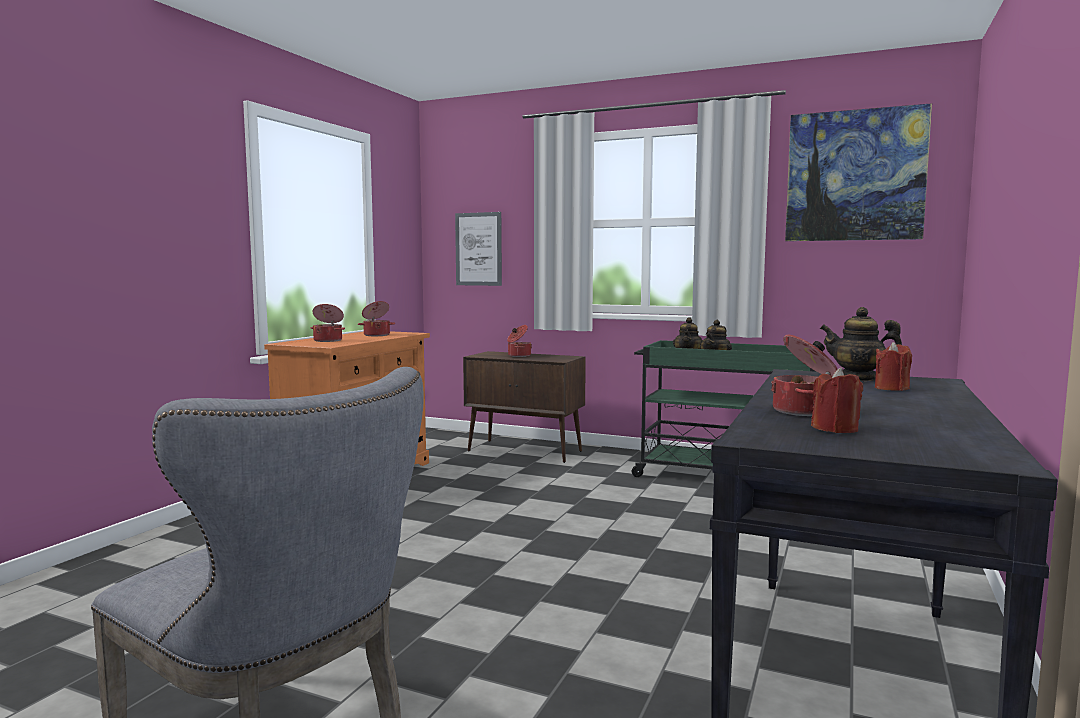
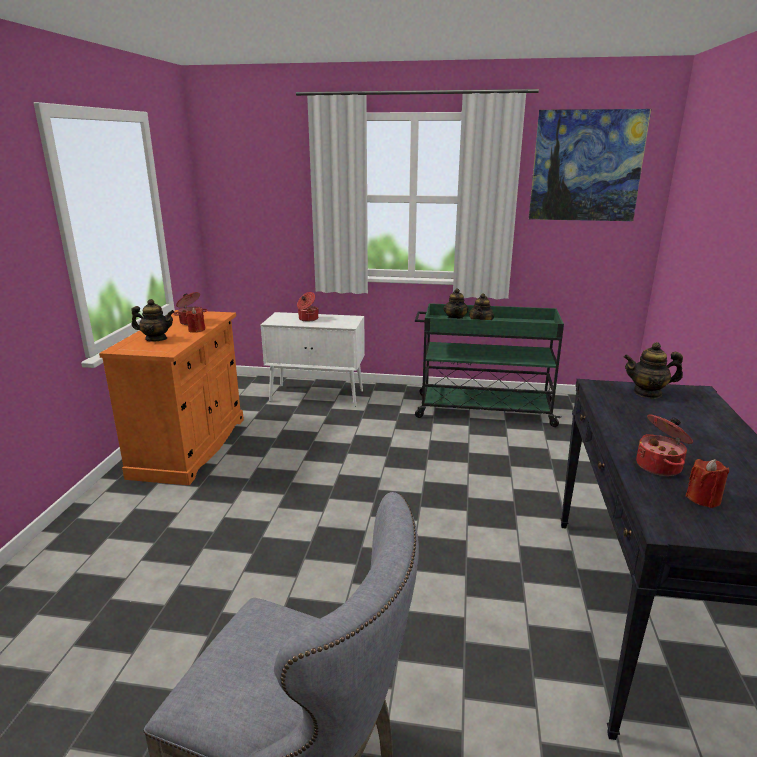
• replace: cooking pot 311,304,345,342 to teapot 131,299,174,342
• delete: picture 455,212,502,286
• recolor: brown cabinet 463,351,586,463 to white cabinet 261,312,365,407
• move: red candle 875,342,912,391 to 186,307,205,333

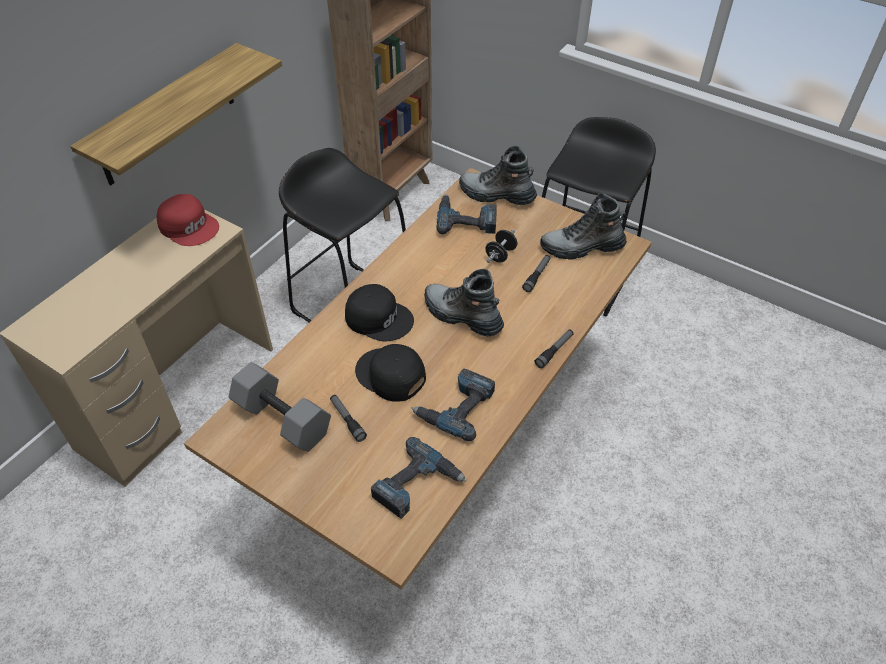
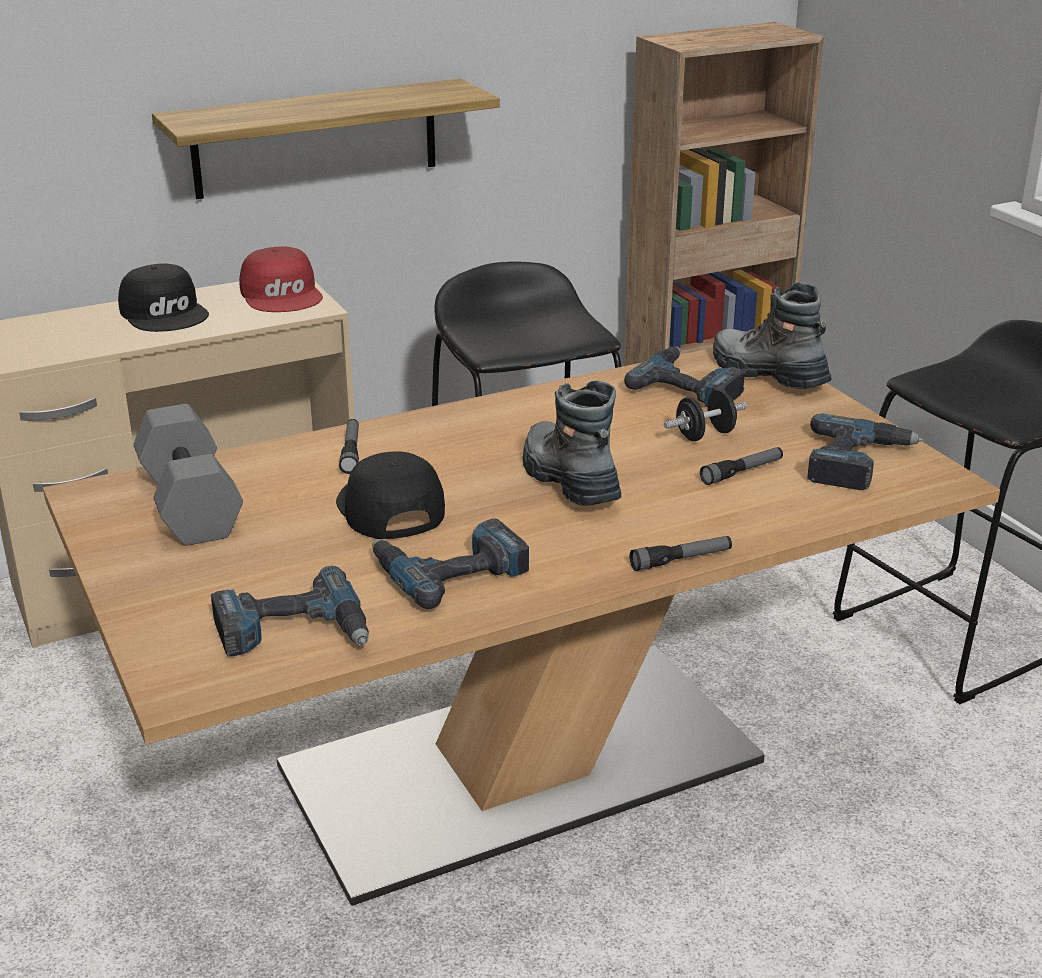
• move: flashlight 330,395,367,442 to 339,419,359,474
• move: black cap 345,284,414,341 to 118,263,209,332
• replace: boot 540,193,627,260 to power drill 807,414,923,490

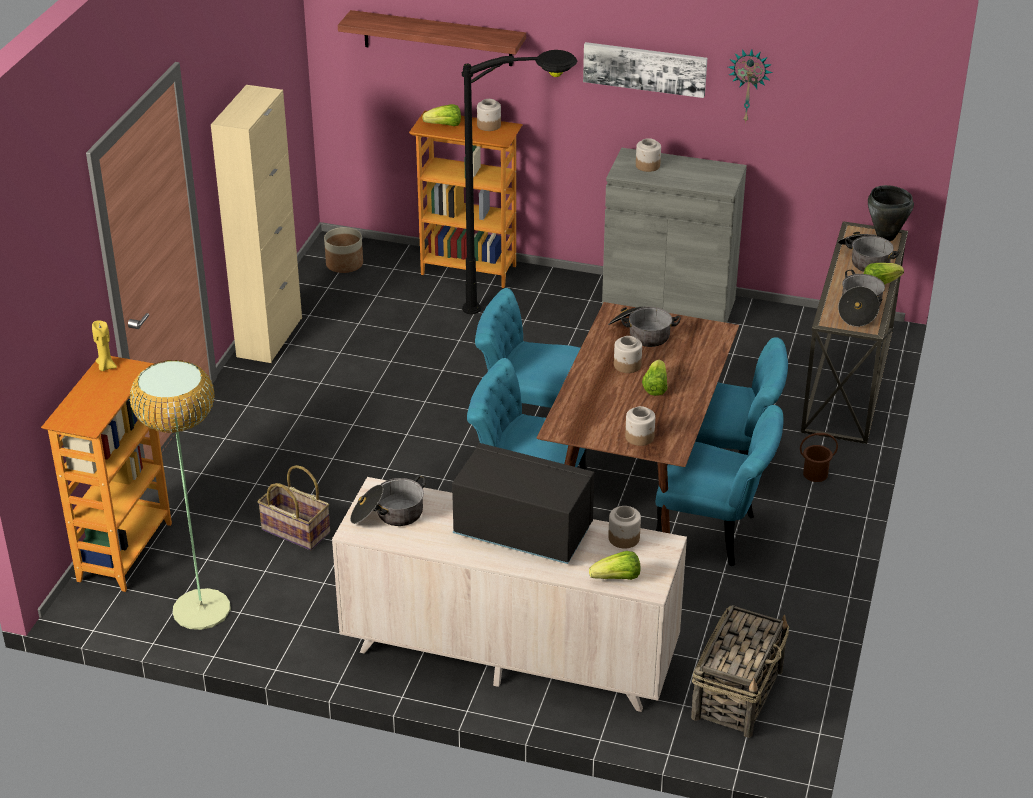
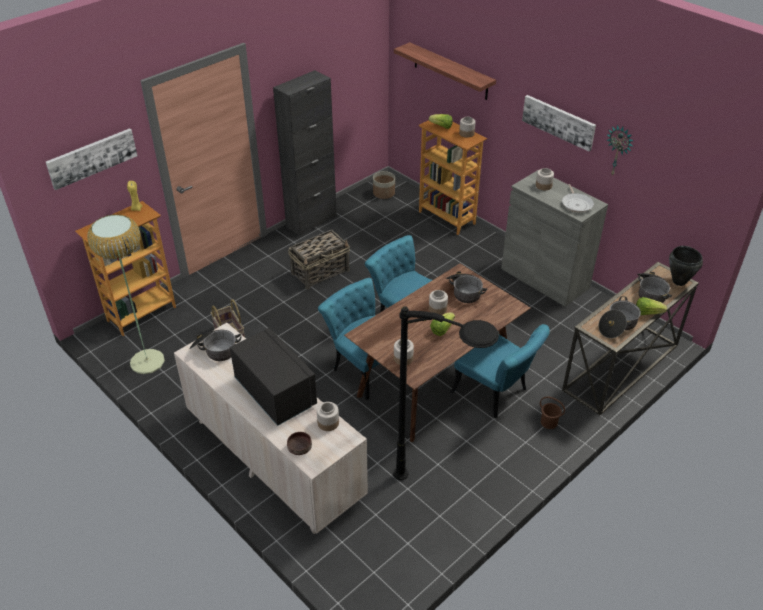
• recolor: beige cabinet 211,85,302,363 to black cabinet 273,70,337,236
• move: black floor lamp 462,50,577,314 to 393,306,499,480
• replace: lettuce 589,551,640,580 to brown bowl 287,432,312,455
• delete: turquoise chair 655,405,784,566
• move: basket 691,605,789,738 to 288,230,350,289
• insert: picture 46,128,137,190
• insert: frying pan 562,184,594,213

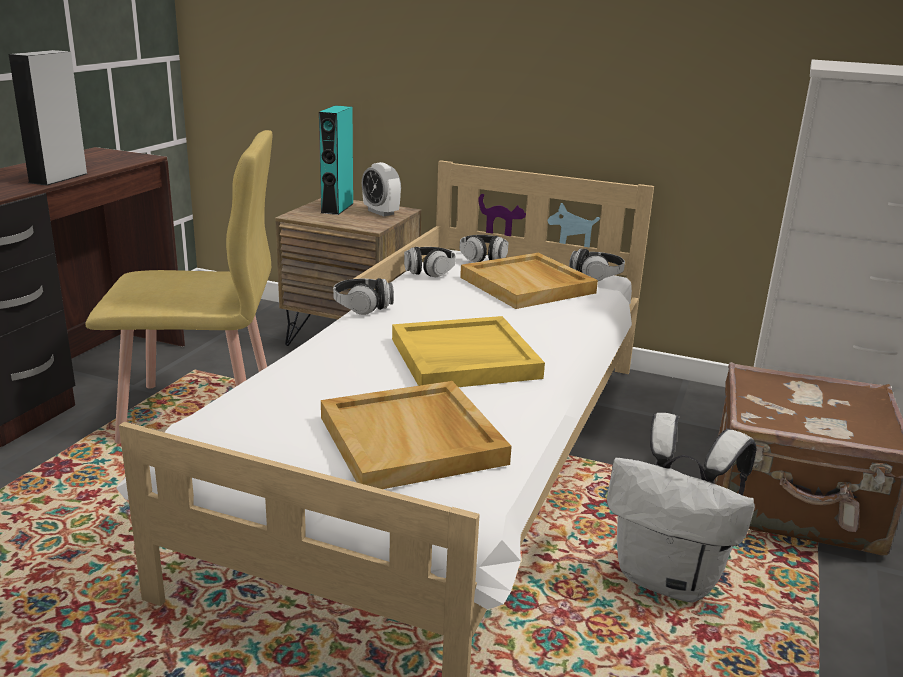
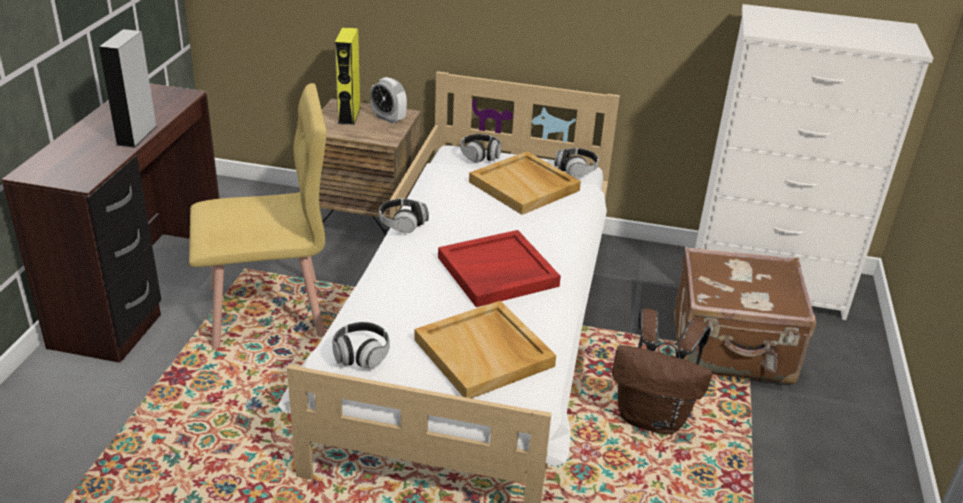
• recolor: turquoise speaker 319,105,354,215 to yellow speaker 335,27,360,125
• recolor: yellow tray 392,316,545,387 to red tray 438,230,561,307
• move: headphones 404,247,456,277 to 332,322,390,369
• recolor: white backpack 607,413,757,602 to brown backpack 612,309,712,435

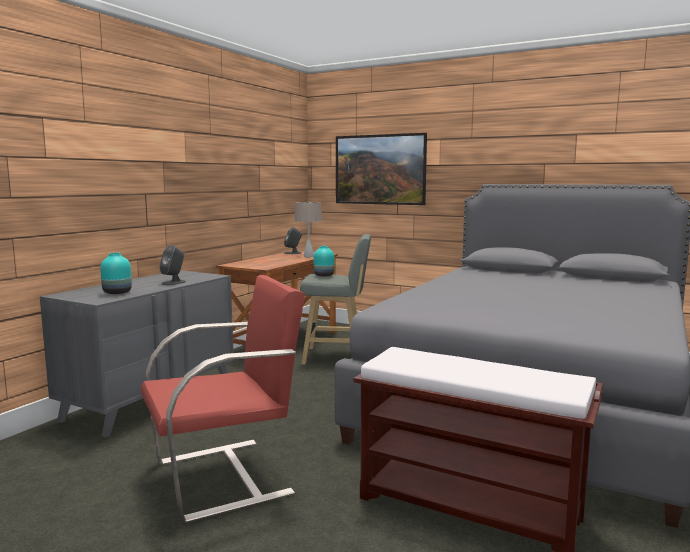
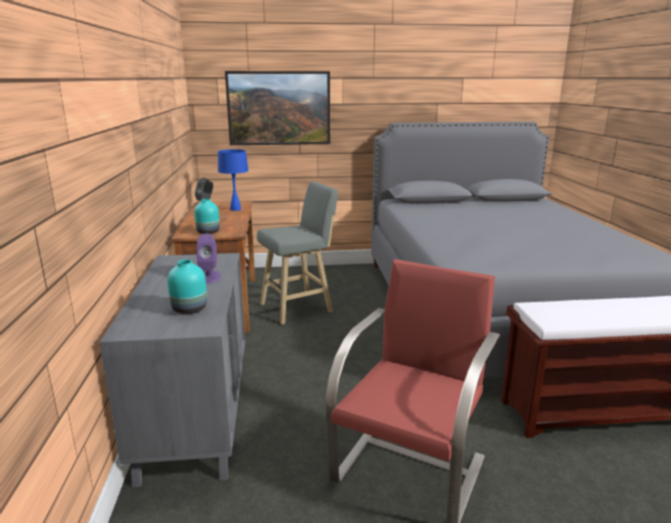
• recolor: grey speaker 159,245,186,285 to purple speaker 197,233,221,283
• recolor: beige table lamp 294,201,322,257 to blue table lamp 218,149,249,211
• move: turquoise vase 314,246,335,276 to 194,199,220,234

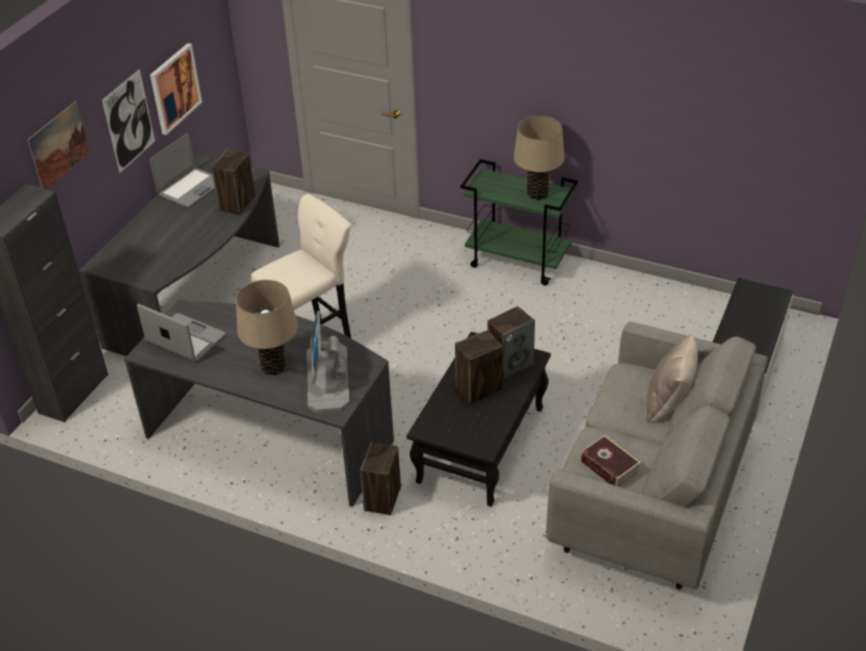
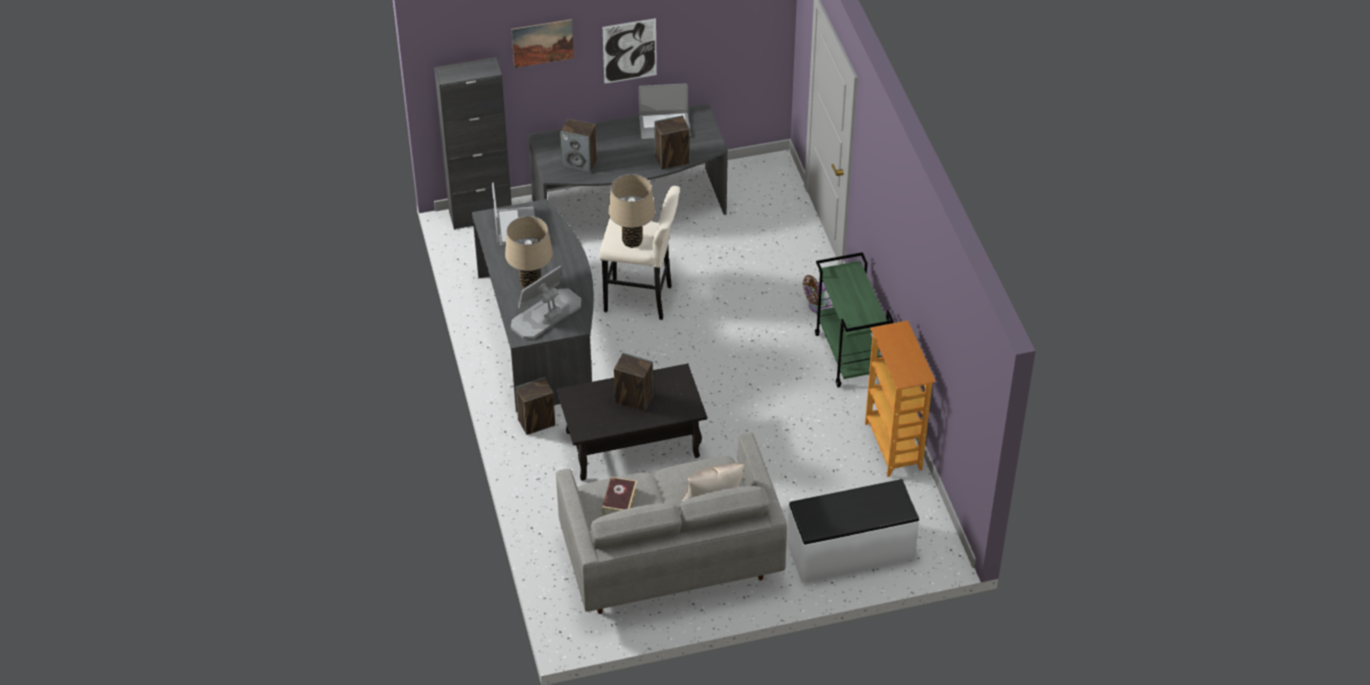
• delete: picture 150,43,202,135
• move: speaker 487,306,535,380 to 560,119,597,173
• move: beige table lamp 514,116,564,200 to 609,174,655,248
• insert: brown fan 803,275,831,313
• insert: bookcase 865,321,936,477

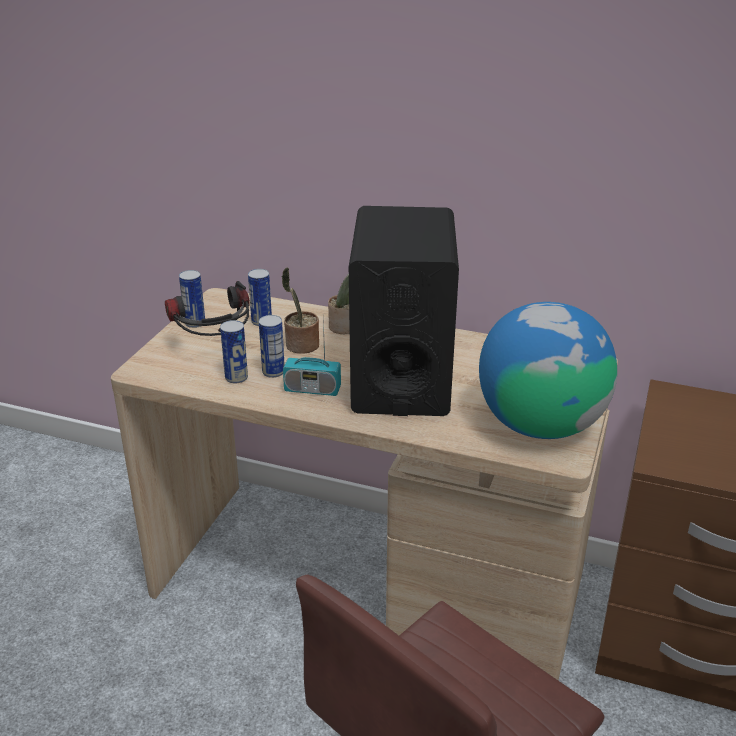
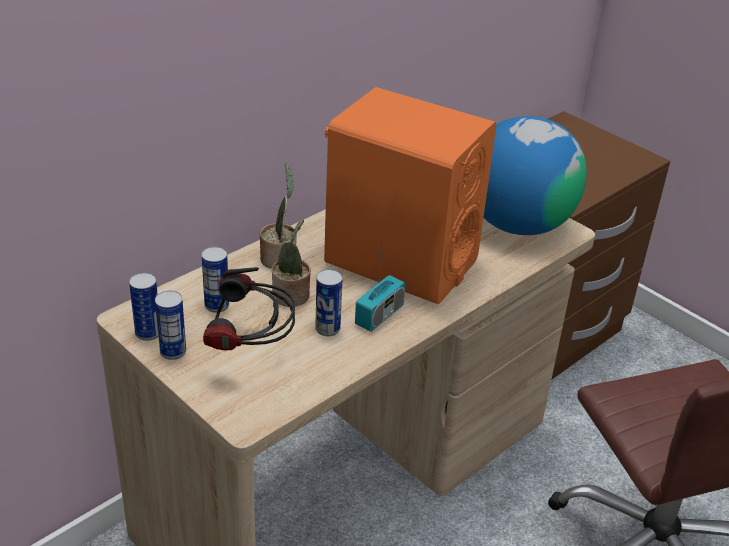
• move: can 220,320,248,384 to 129,272,158,341
• recolor: black speaker 349,206,459,416 to orange speaker 324,87,496,304

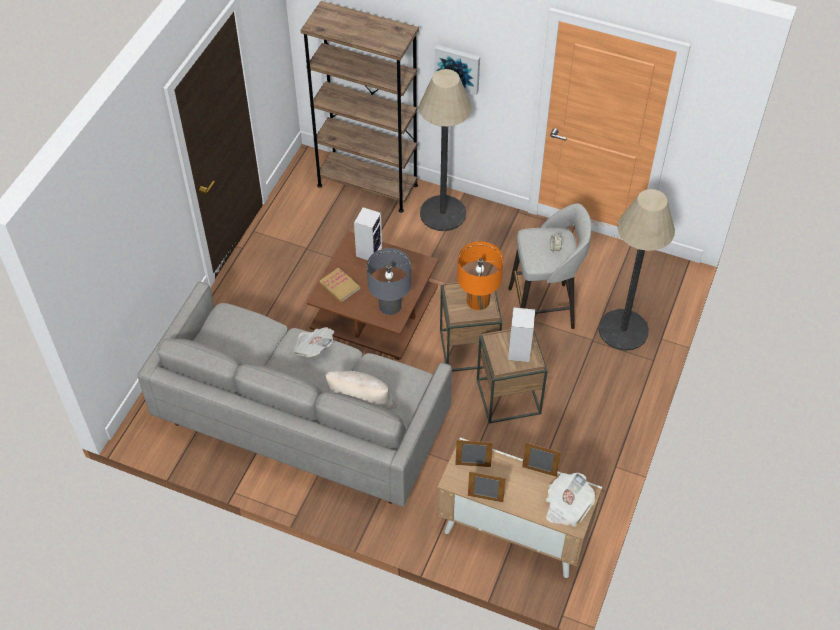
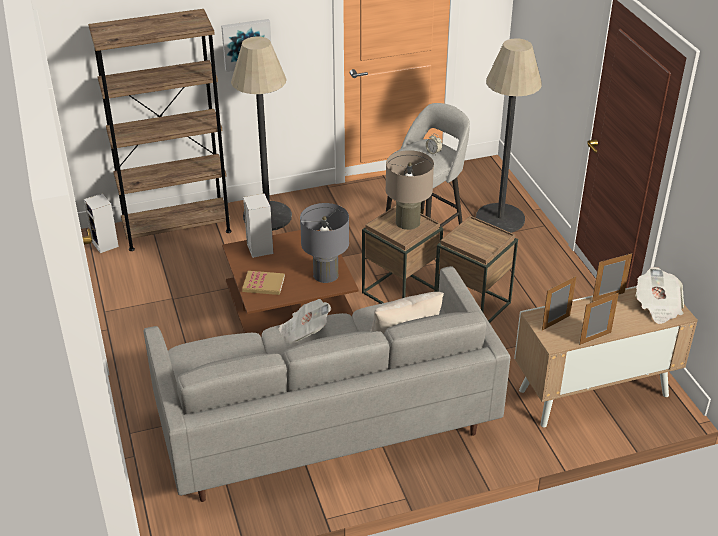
• recolor: orange table lamp 457,241,504,310 to beige table lamp 385,150,434,230
• move: speaker 508,307,535,362 to 84,193,119,253

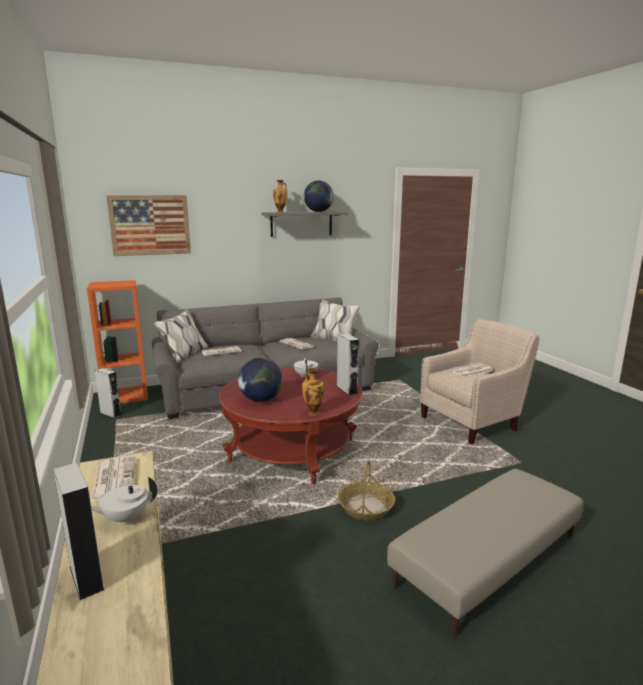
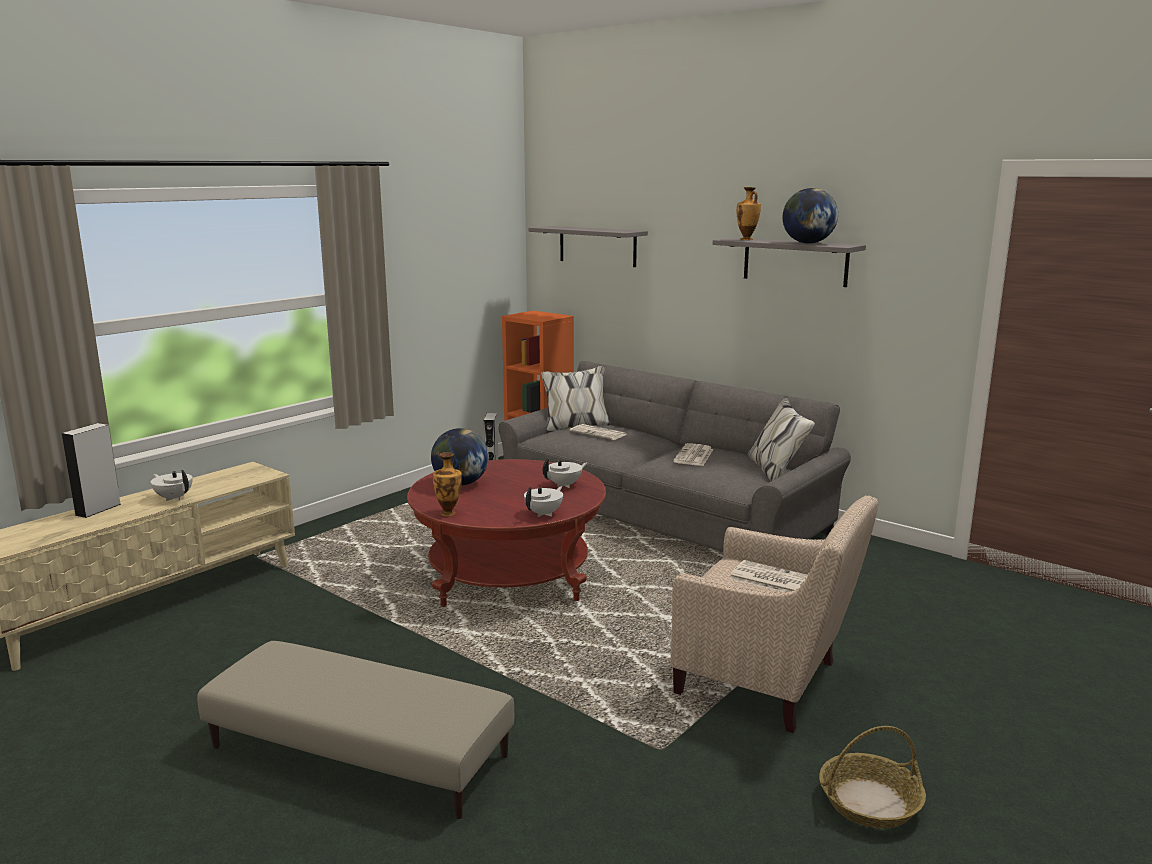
• delete: newspaper 91,456,135,502
• replace: picture 106,195,191,256 to grey shelf 528,226,648,267
• replace: grey speaker 337,333,359,396 to white teapot 524,486,563,517
• move: basket 338,460,395,520 to 819,726,926,829

